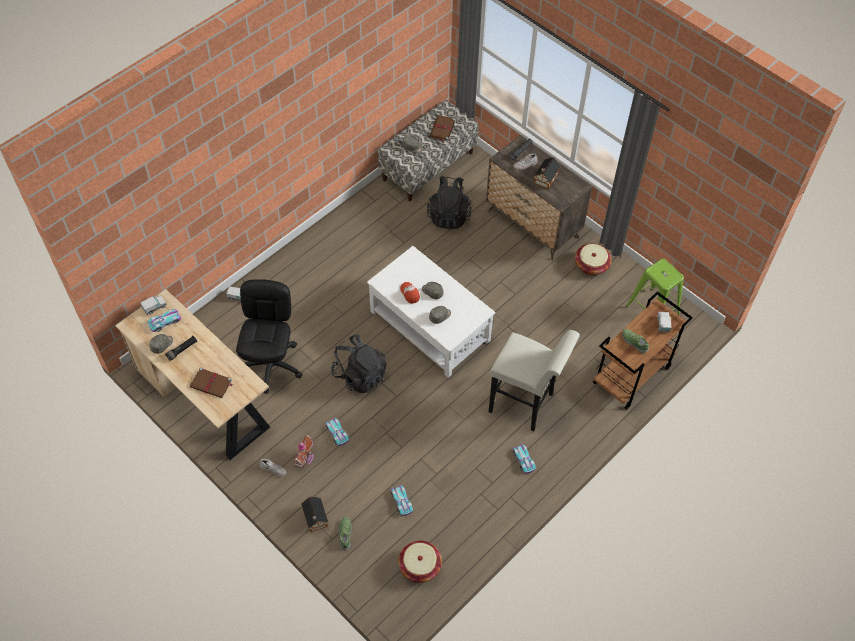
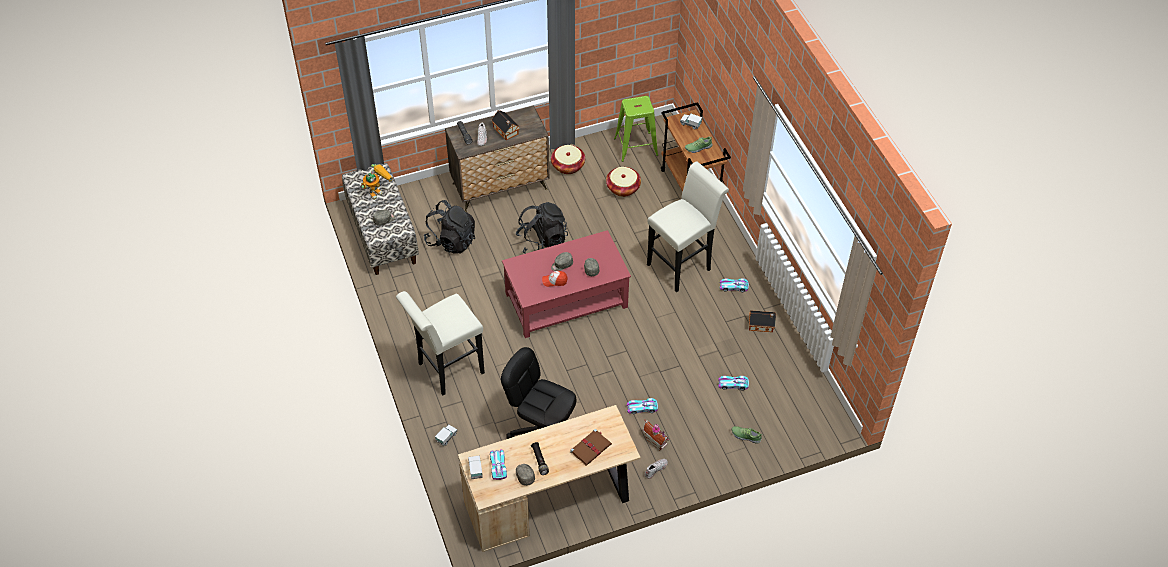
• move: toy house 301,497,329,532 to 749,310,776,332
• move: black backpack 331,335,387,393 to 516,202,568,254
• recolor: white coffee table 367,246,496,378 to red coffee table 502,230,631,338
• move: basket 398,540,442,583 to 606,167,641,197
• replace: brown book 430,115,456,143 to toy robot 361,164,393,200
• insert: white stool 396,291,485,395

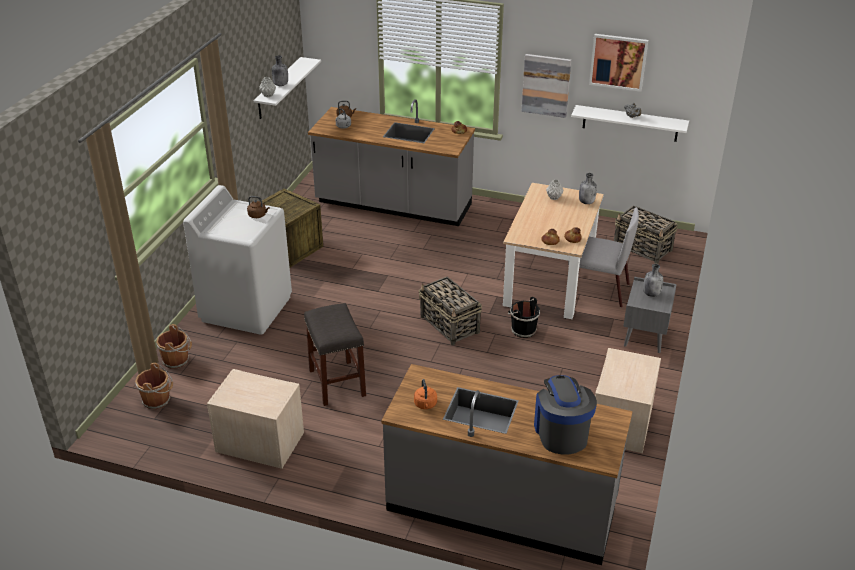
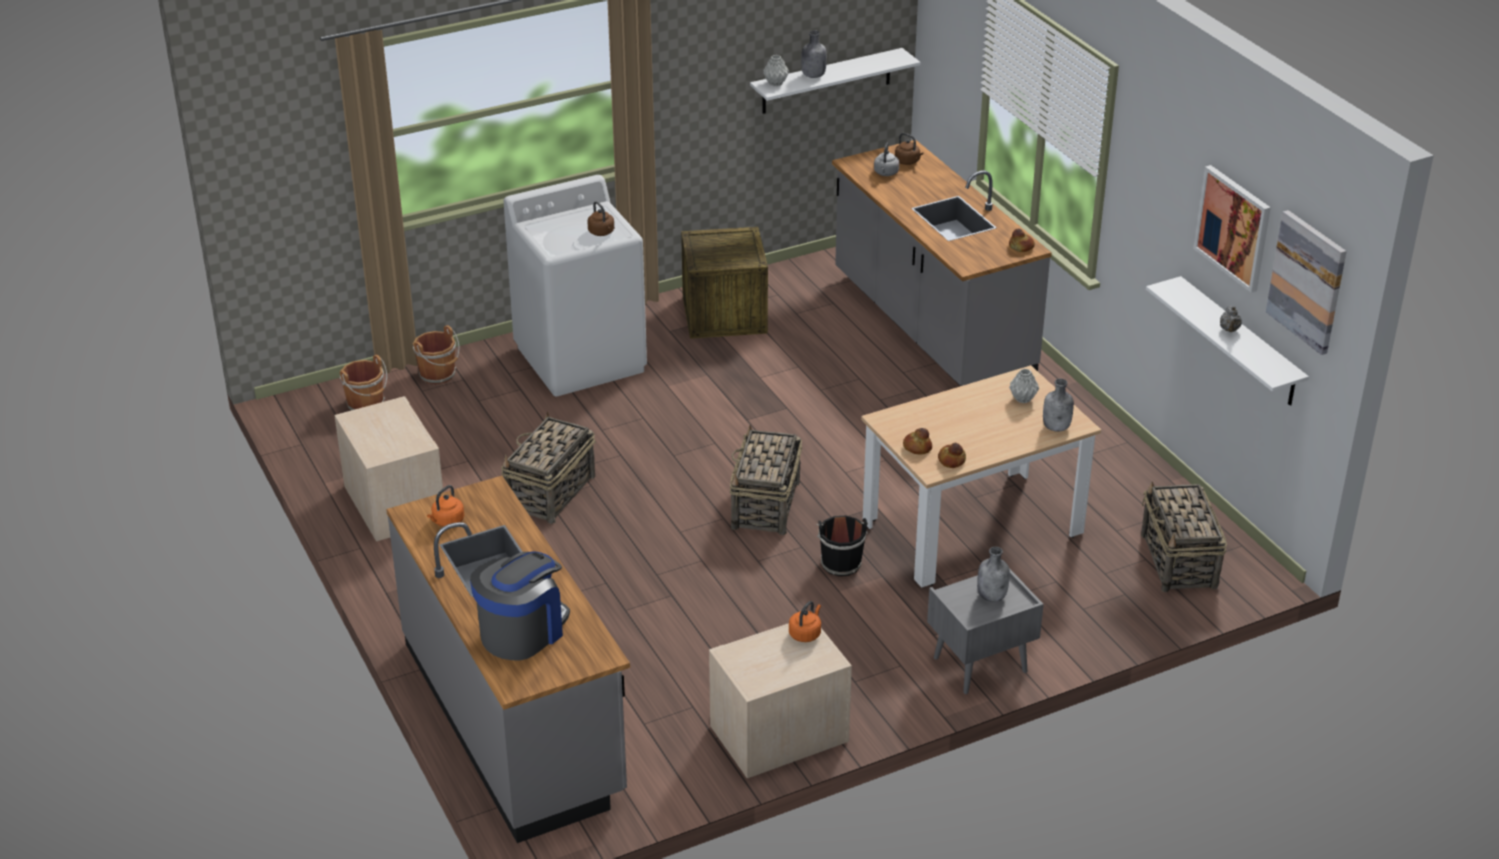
• replace: grey stool 304,303,366,406 to basket 501,411,595,524
• move: picture 522,54,571,118 to 1266,210,1347,355
• delete: grey chair 568,207,639,307
• insert: orange kettle 789,601,821,642

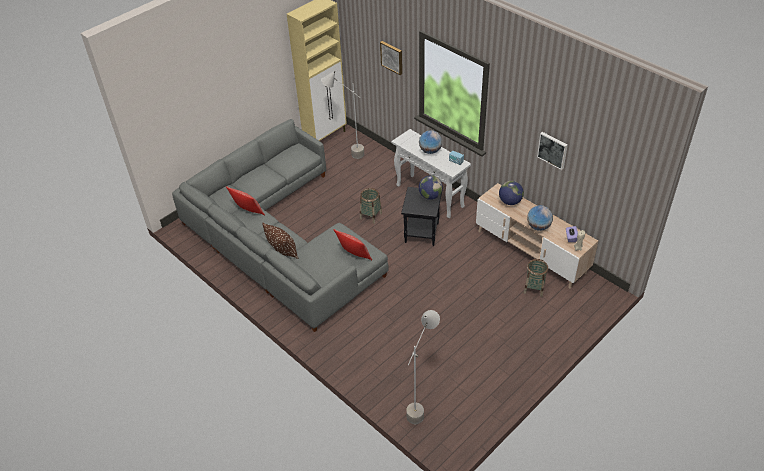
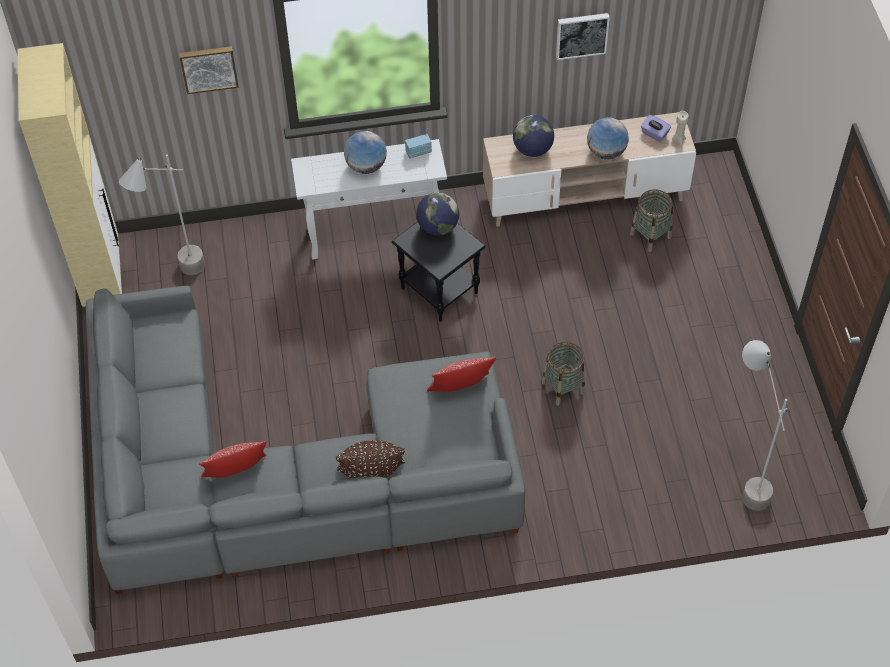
• move: basket 360,188,382,224 to 542,342,585,406

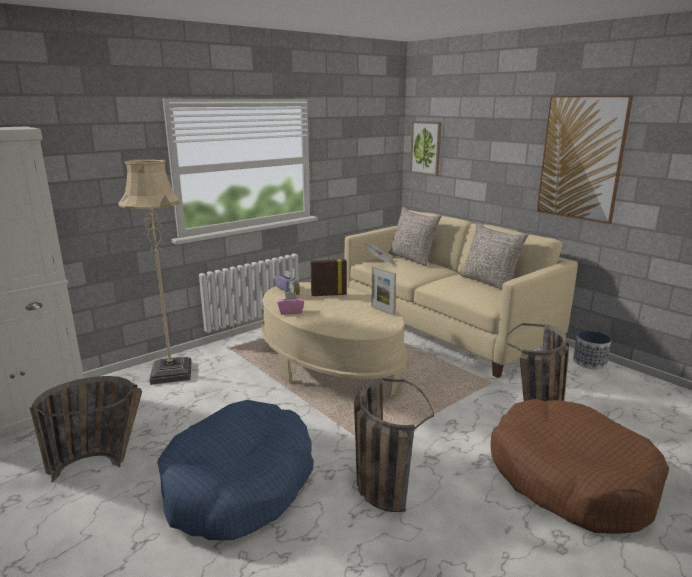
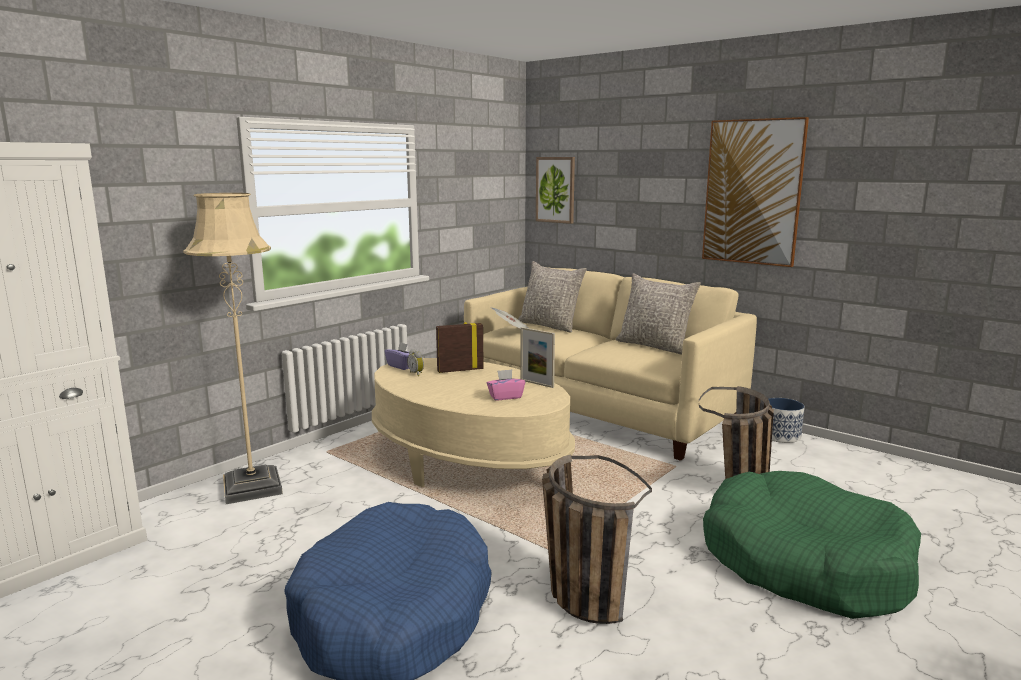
• delete: basket 30,376,142,482
• move: pink tissue box 277,292,304,314 to 487,369,525,400
• recolor: brown dog bed 491,399,669,534 to green dog bed 703,471,921,619

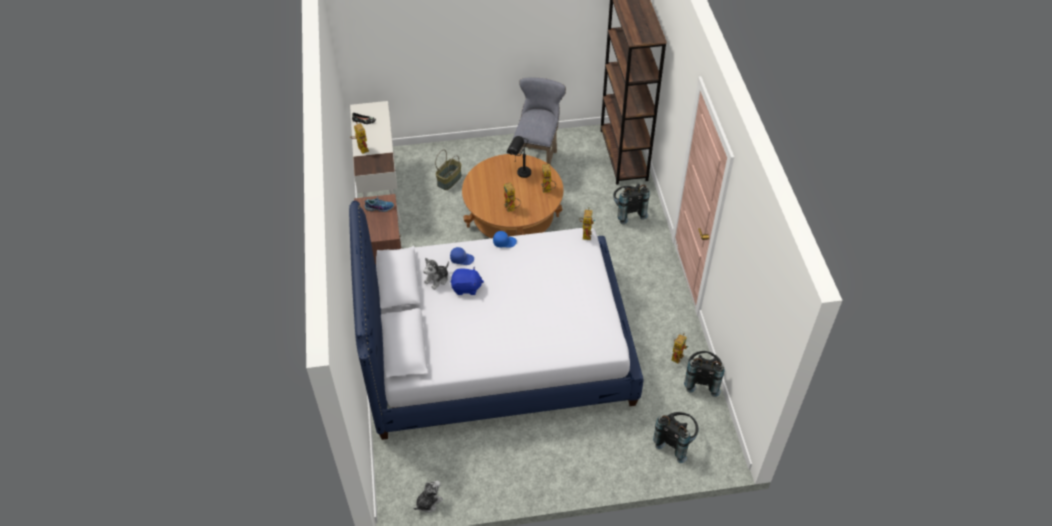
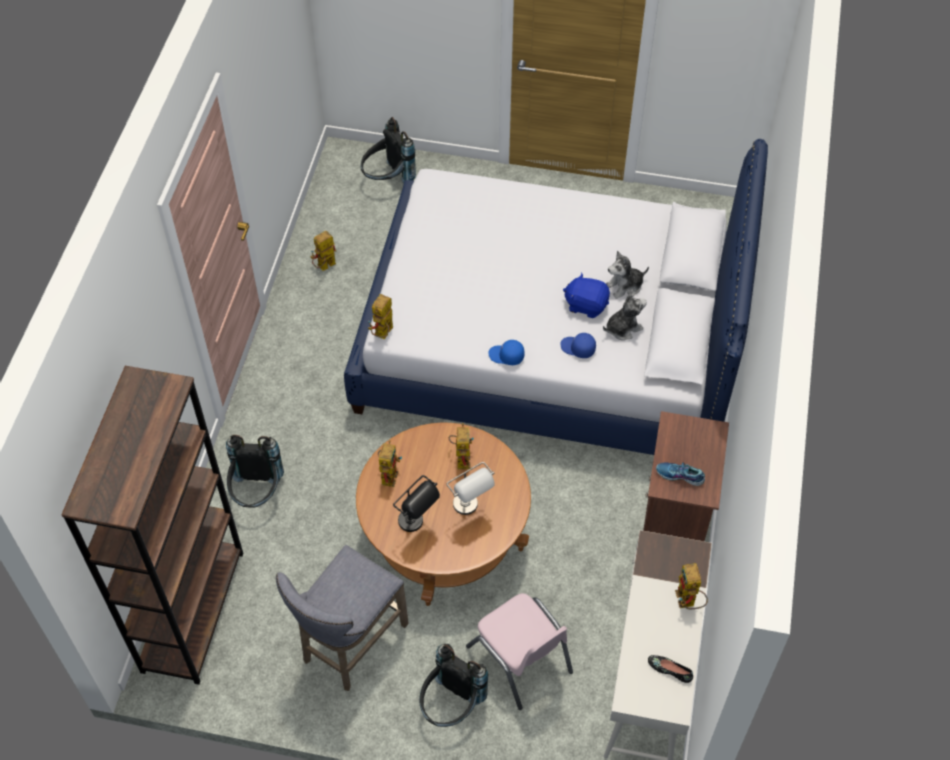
• move: plush toy 414,480,443,513 to 606,251,649,299
• replace: basket 435,149,462,190 to pink chair 466,593,573,710
• move: black backpack 684,351,725,397 to 419,644,488,727
• insert: grey table lamp 447,462,495,515

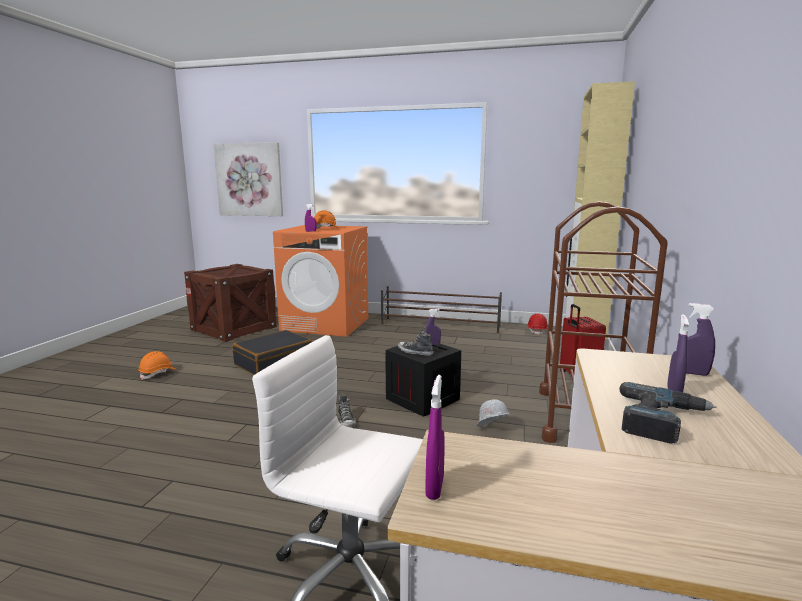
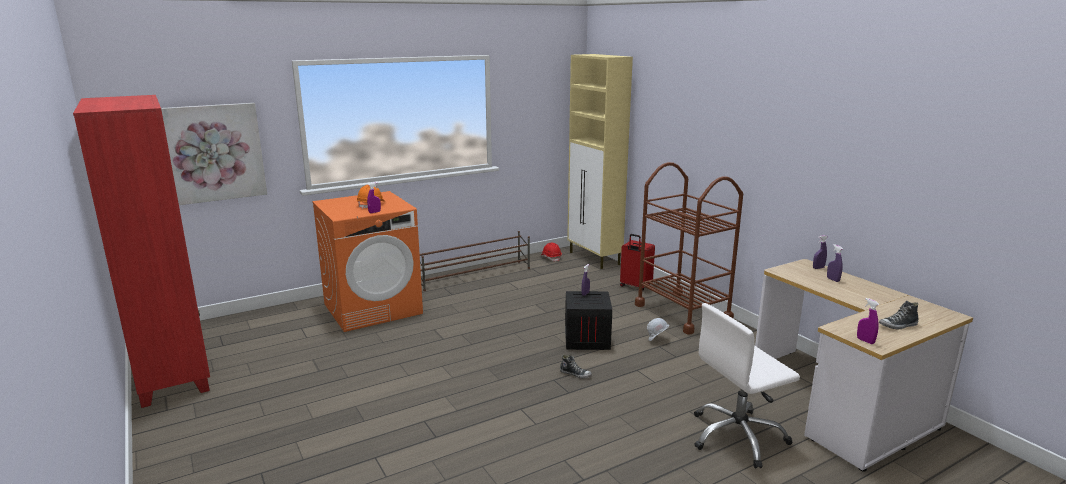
• delete: orange hard hat 138,351,177,379
• delete: crate 184,264,277,342
• delete: black suitcase 233,330,312,375
• move: shoe 398,330,433,356 to 879,300,918,329
• delete: power drill 619,382,716,443
• insert: red bookcase 73,95,210,408

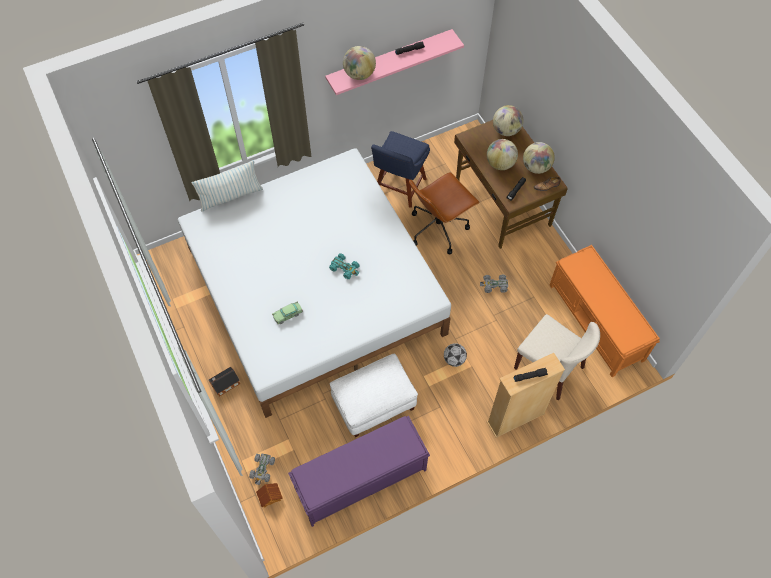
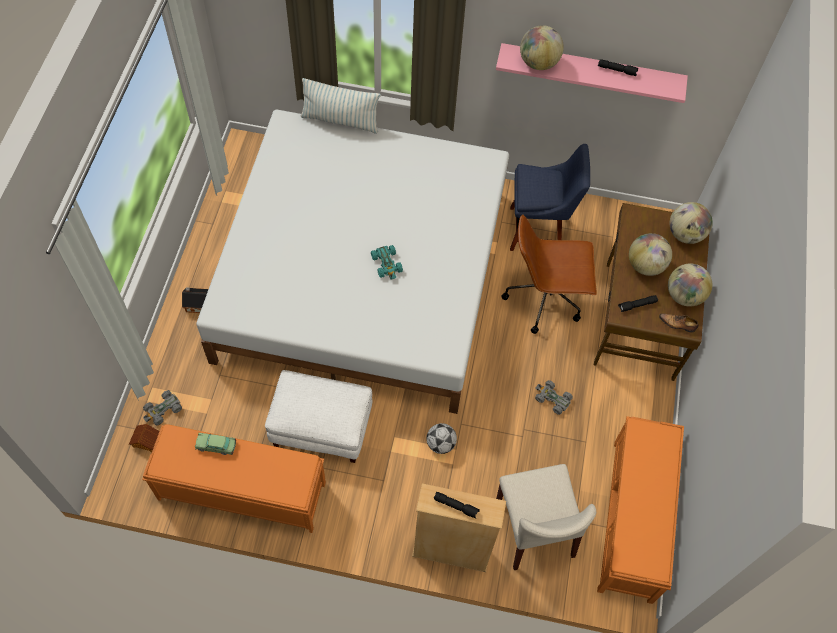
• move: toy car 272,301,303,324 to 195,433,236,455
• recolor: purple bench 288,416,430,527 to orange bench 142,424,326,533
• rotate: blue chair 371,131,430,208 = 510,144,590,251 150 degrees counterclockwise

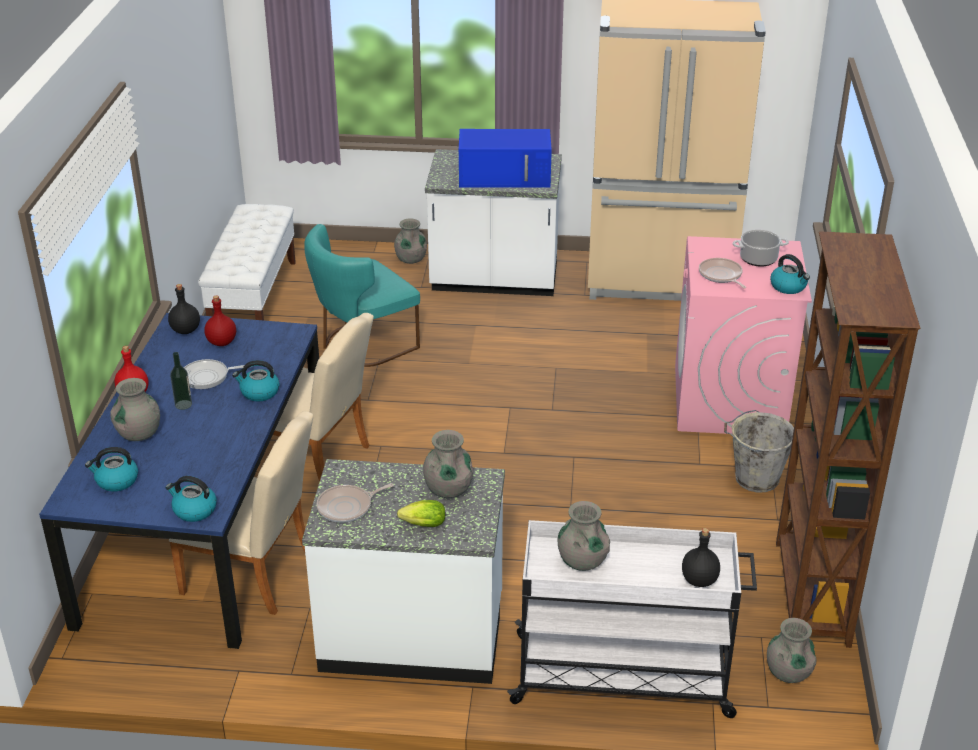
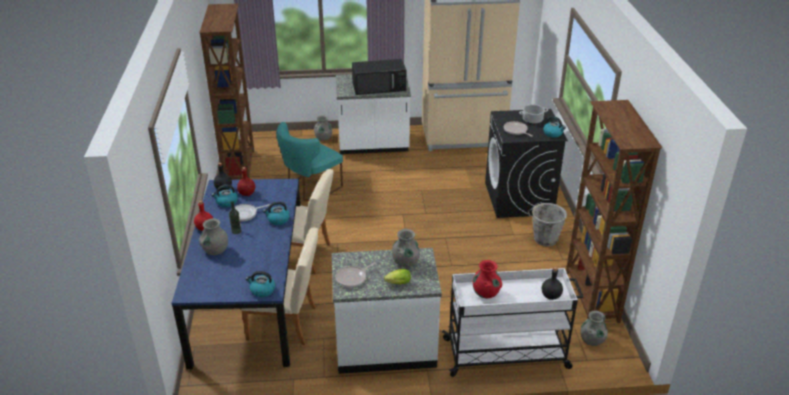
• move: kettle 85,447,138,492 to 211,184,238,207
• replace: white bench 198,204,296,320 to brown bookcase 199,3,254,180
• recolor: blue microwave 459,129,552,188 to black microwave 352,59,406,95
• recolor: grey vase 558,501,610,571 to red vase 473,260,502,298
• recolor: pink washing machine 675,236,812,434 to black washing machine 485,109,568,218

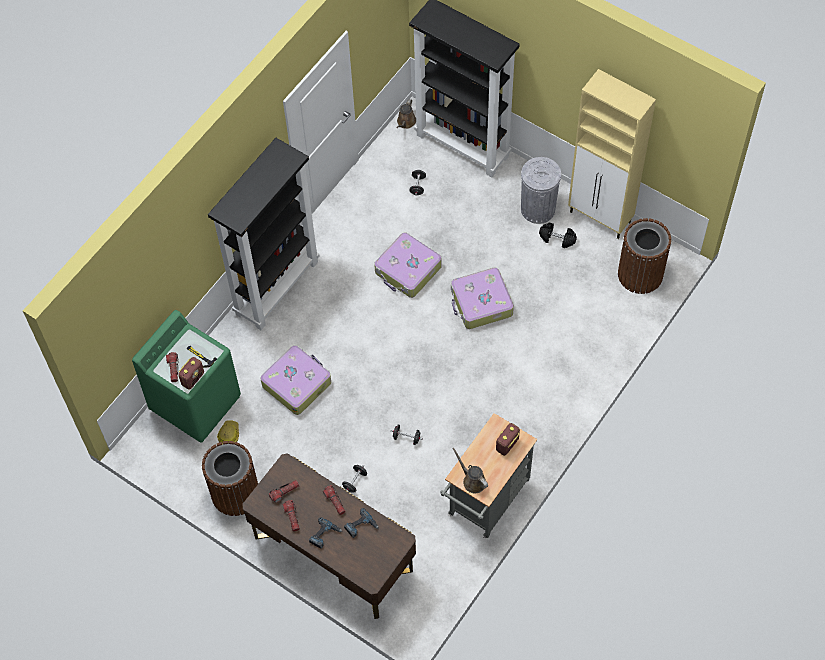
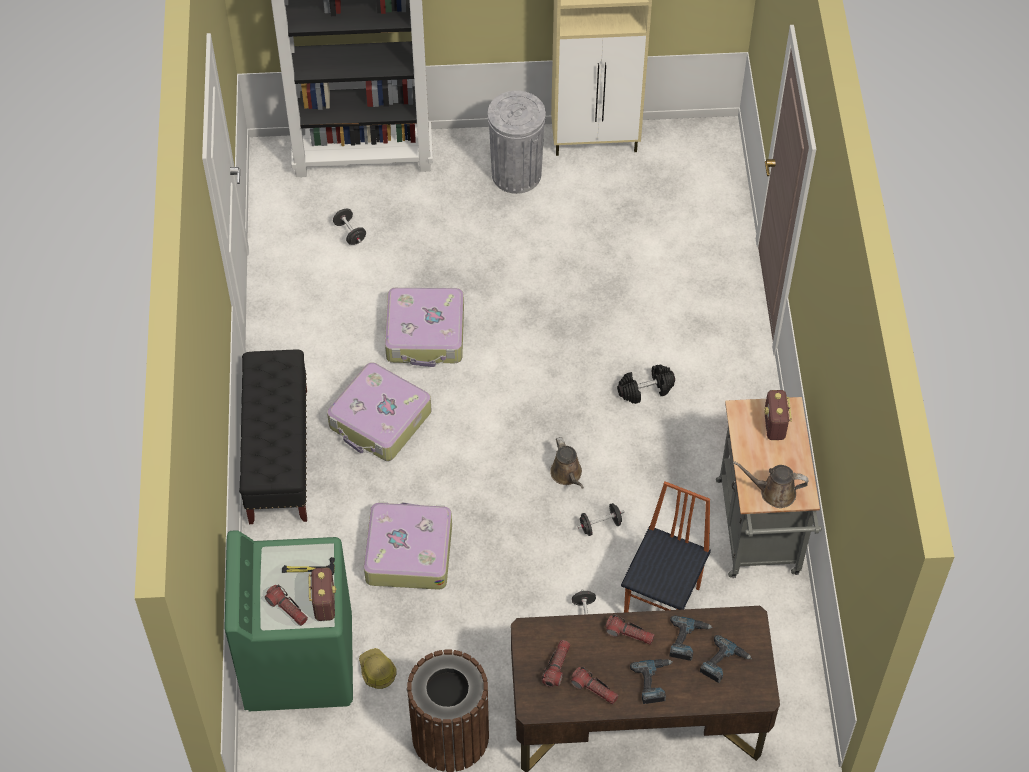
• replace: black bookcase 208,138,320,330 to black bench 239,350,307,524
• move: brown watering can 396,99,416,129 to 550,437,584,489
• move: suitcase 451,268,514,329 to 327,362,431,461
• move: black dumbbell 539,223,577,248 to 617,365,675,404
• delete: brown trash can 618,218,671,294
• insert: chair 621,481,711,613
• insert: power drill 700,635,752,683

